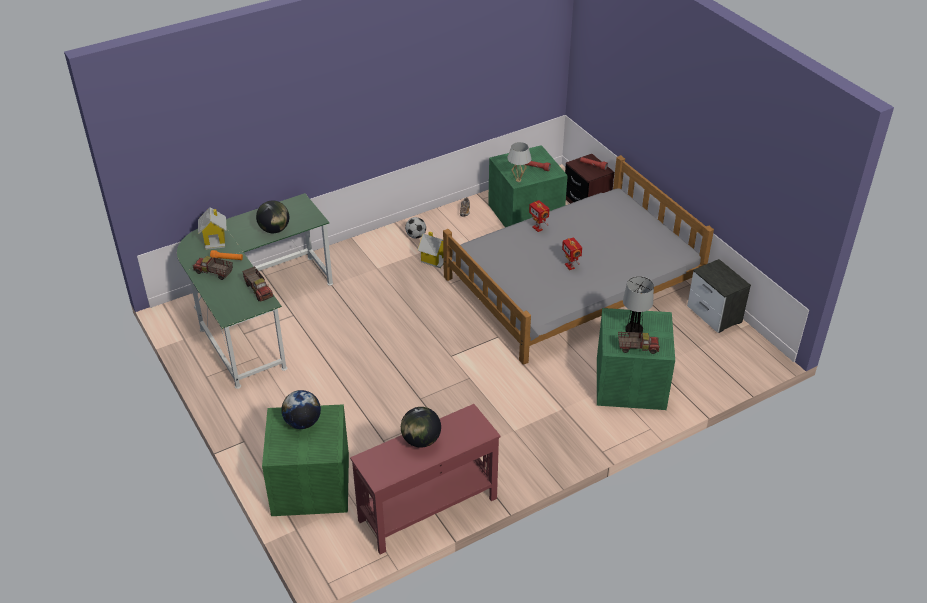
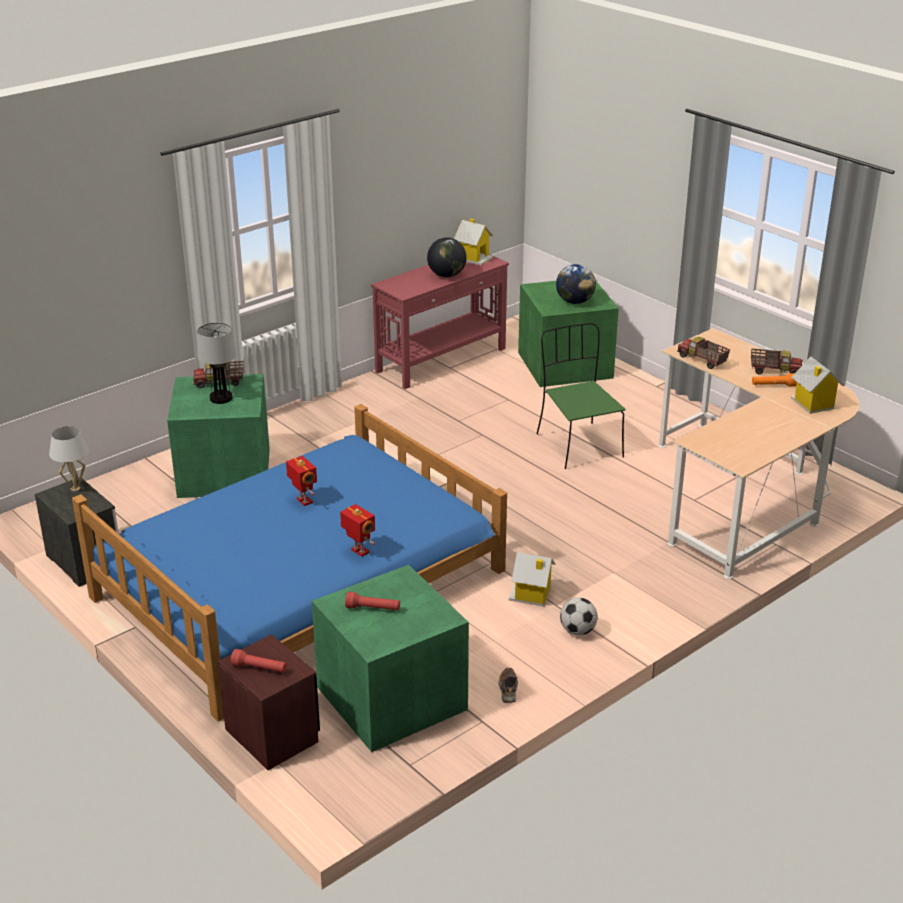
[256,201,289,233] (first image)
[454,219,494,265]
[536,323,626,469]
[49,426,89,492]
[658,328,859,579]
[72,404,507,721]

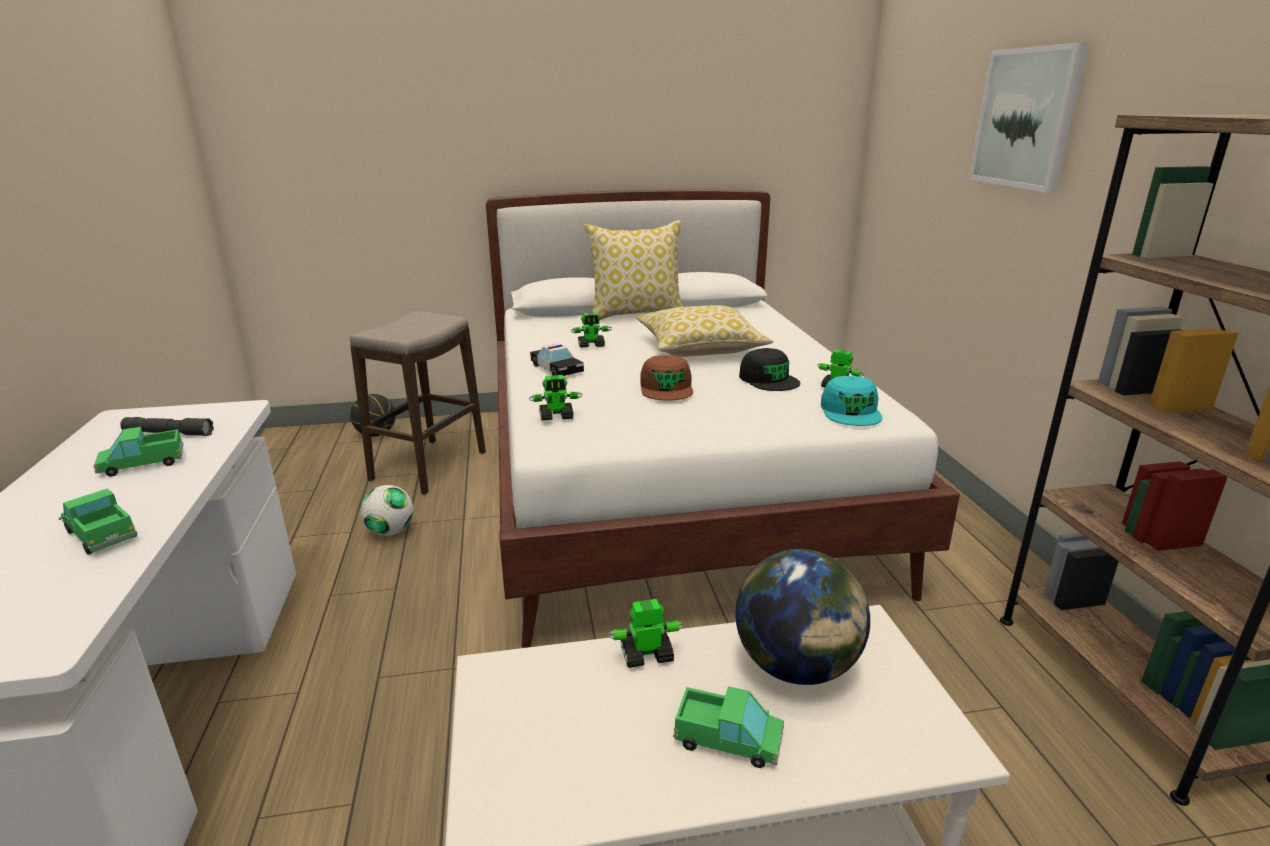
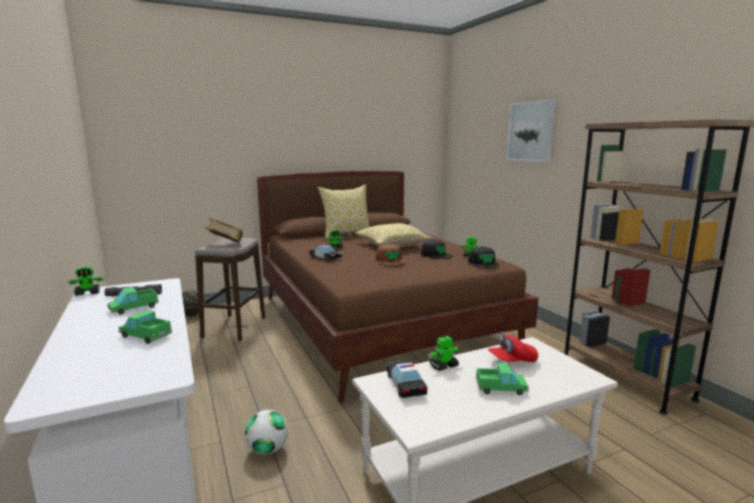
[205,217,243,243]
[386,360,428,398]
[245,410,288,455]
[67,266,105,296]
[488,332,538,362]
[257,171,539,403]
[468,247,500,268]

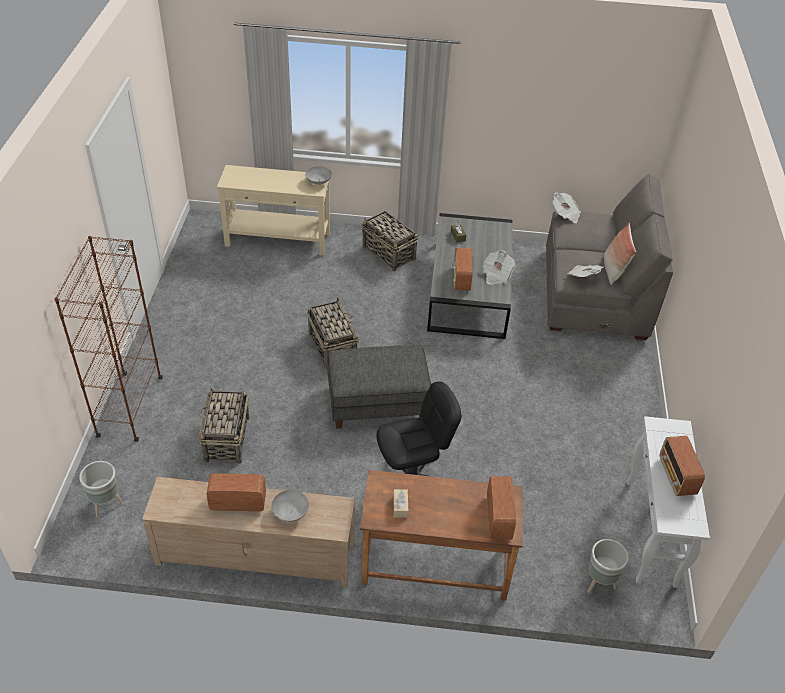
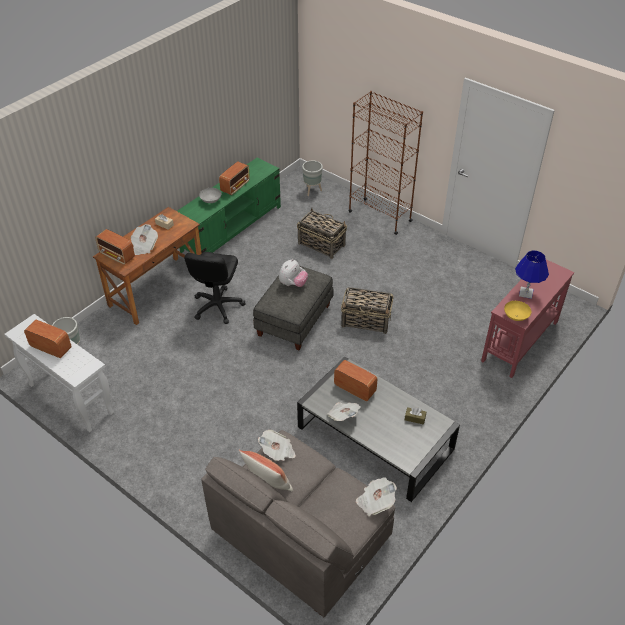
[361,211,418,271] (first image)
[131,224,158,255]
[279,259,308,287]
[515,251,549,299]
[177,158,281,254]
[481,259,574,378]
[504,301,531,321]

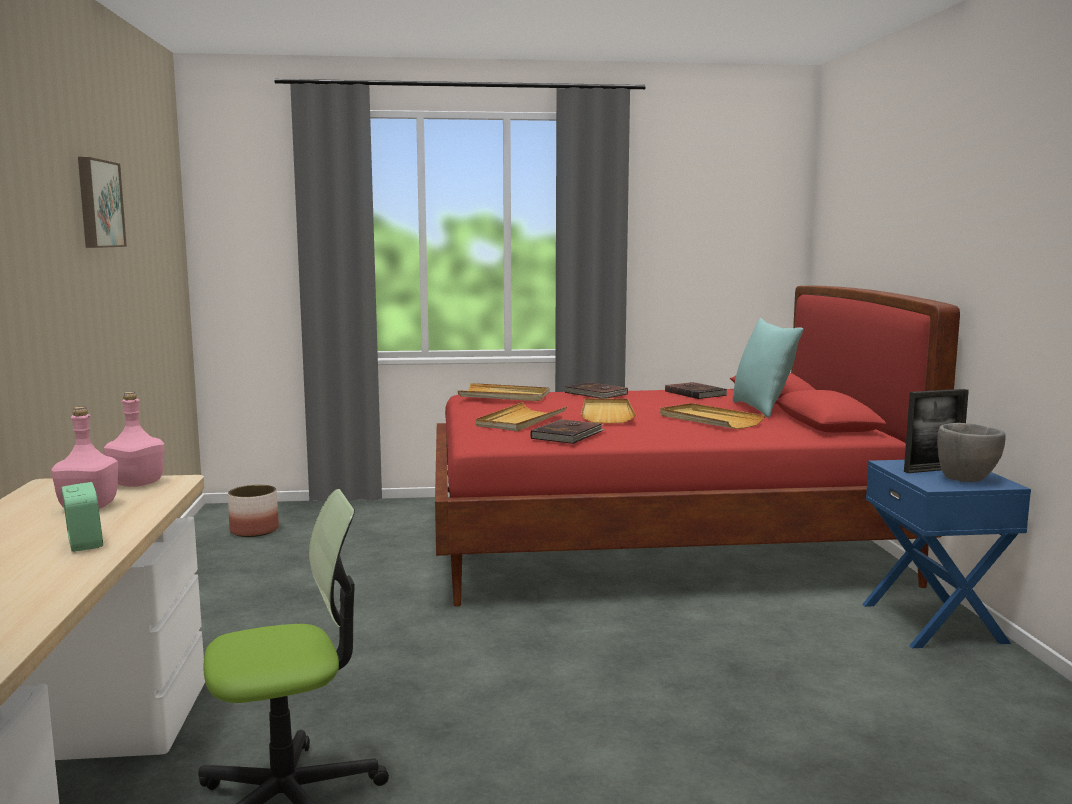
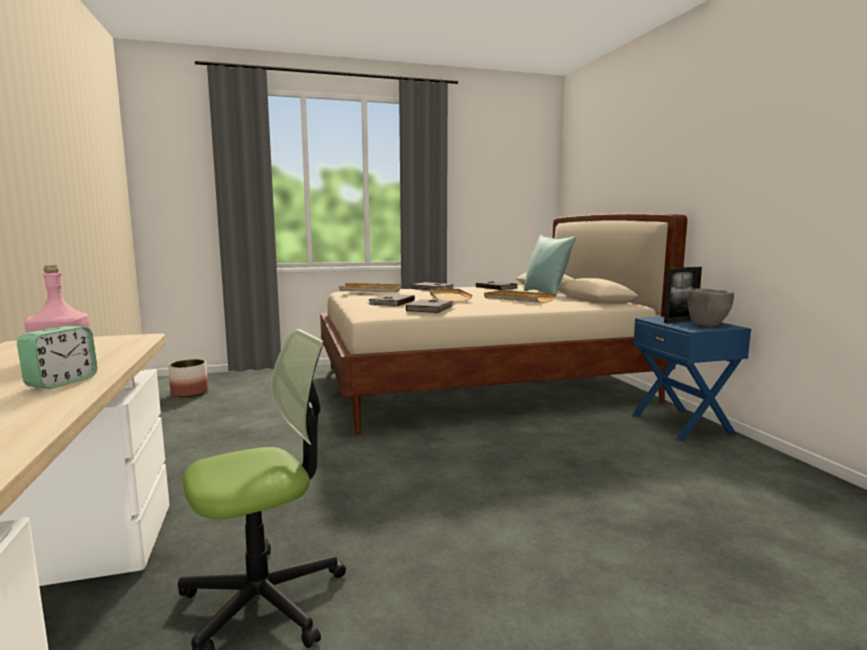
[78,157,127,248] (first image)
[104,392,164,487] (first image)
[367,294,415,306]
[320,214,687,435]
[17,326,97,389]

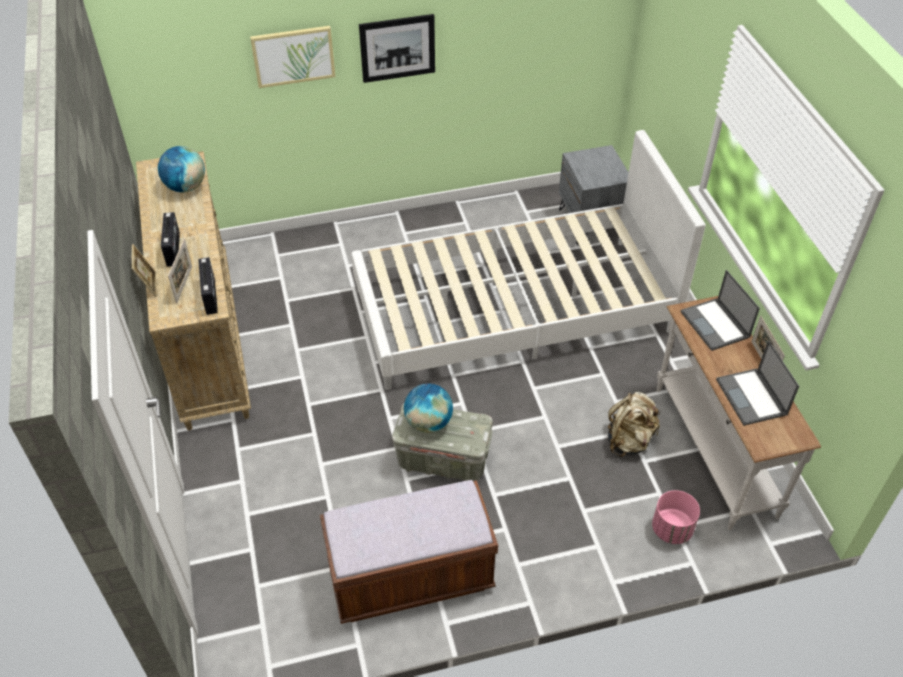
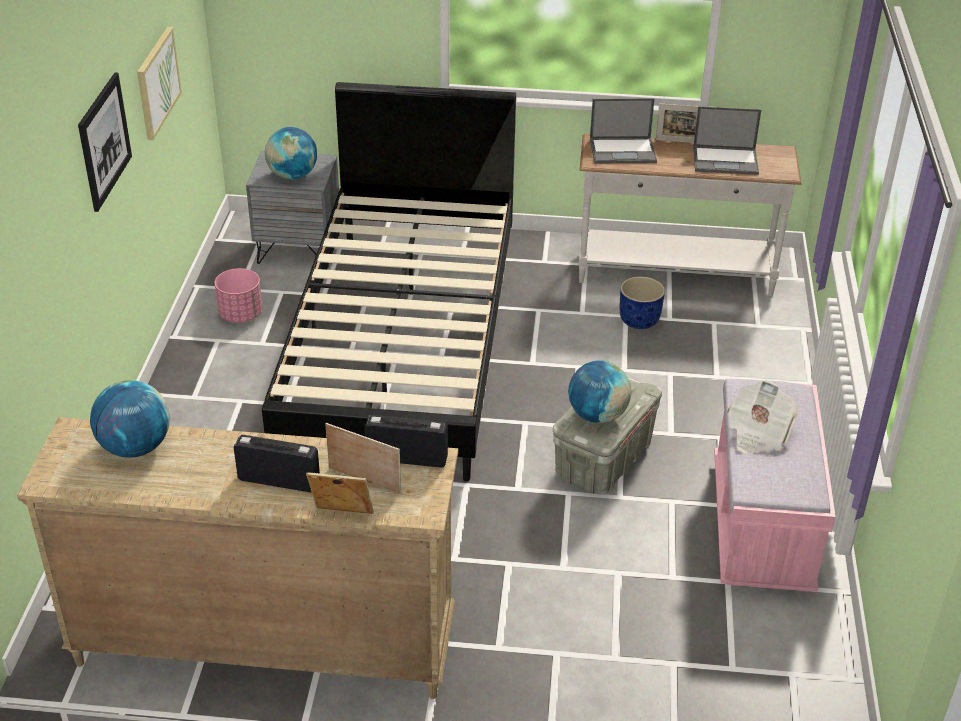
[265,127,317,180]
[728,380,798,453]
[137,27,182,140]
[215,268,263,323]
[620,277,665,329]
[714,378,836,592]
[262,82,516,482]

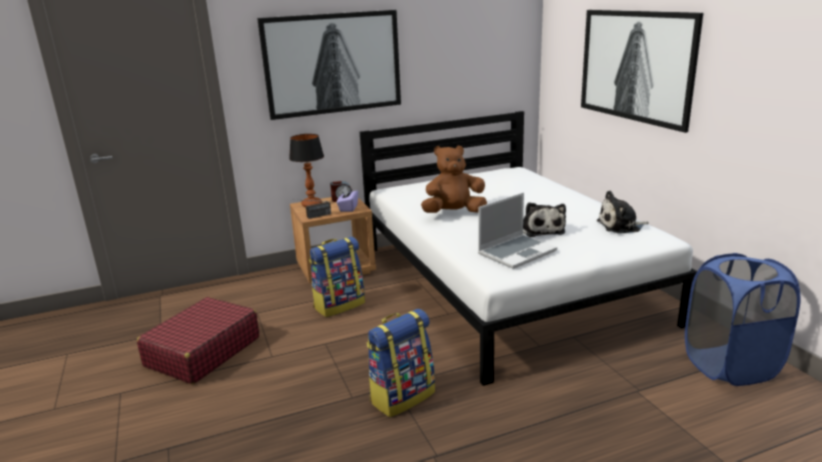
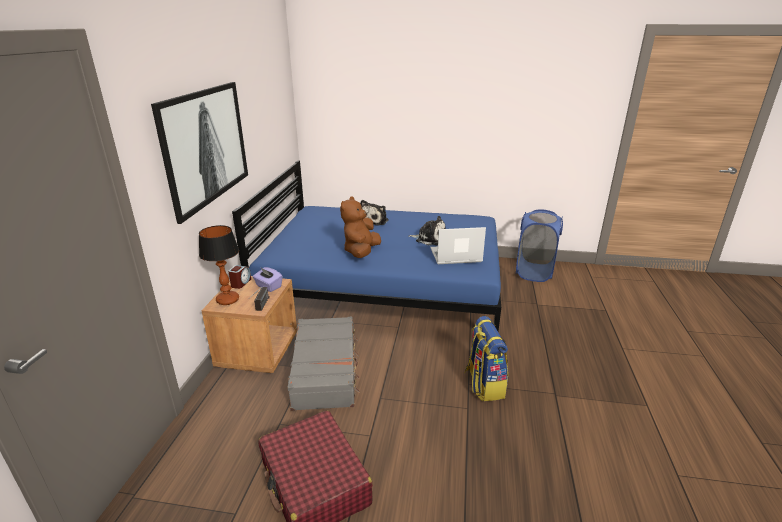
[581,10,703,133] (first image)
[360,200,389,226]
[287,317,360,411]
[232,160,501,331]
[431,227,486,264]

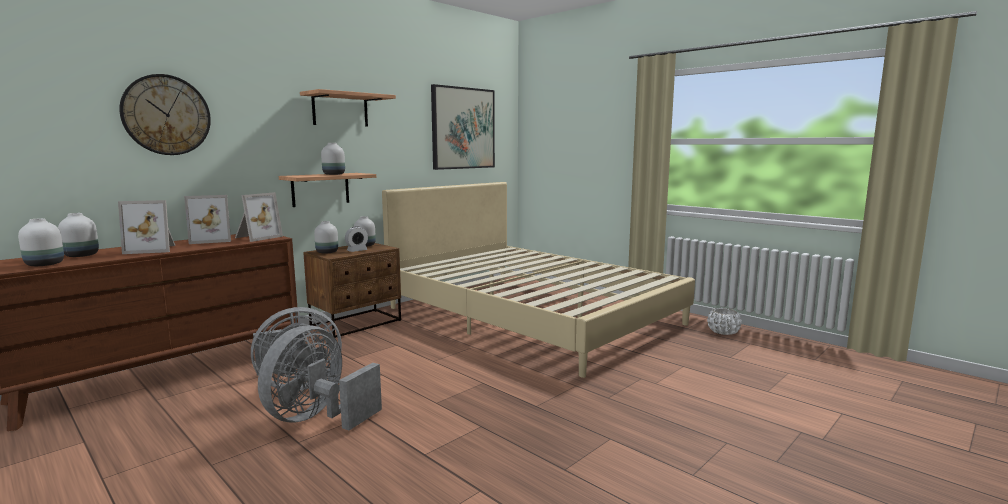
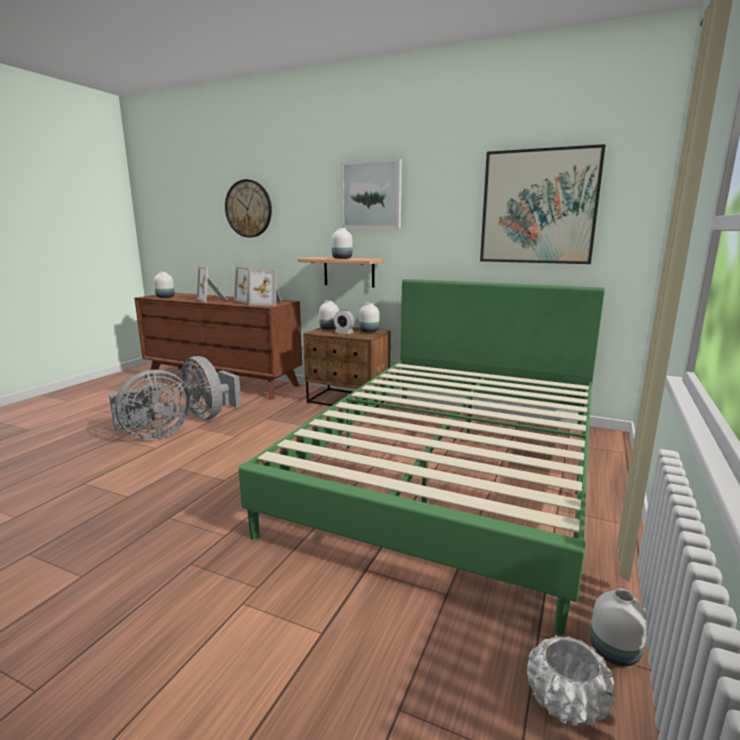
[590,589,647,666]
[341,159,402,228]
[239,279,605,635]
[109,370,191,440]

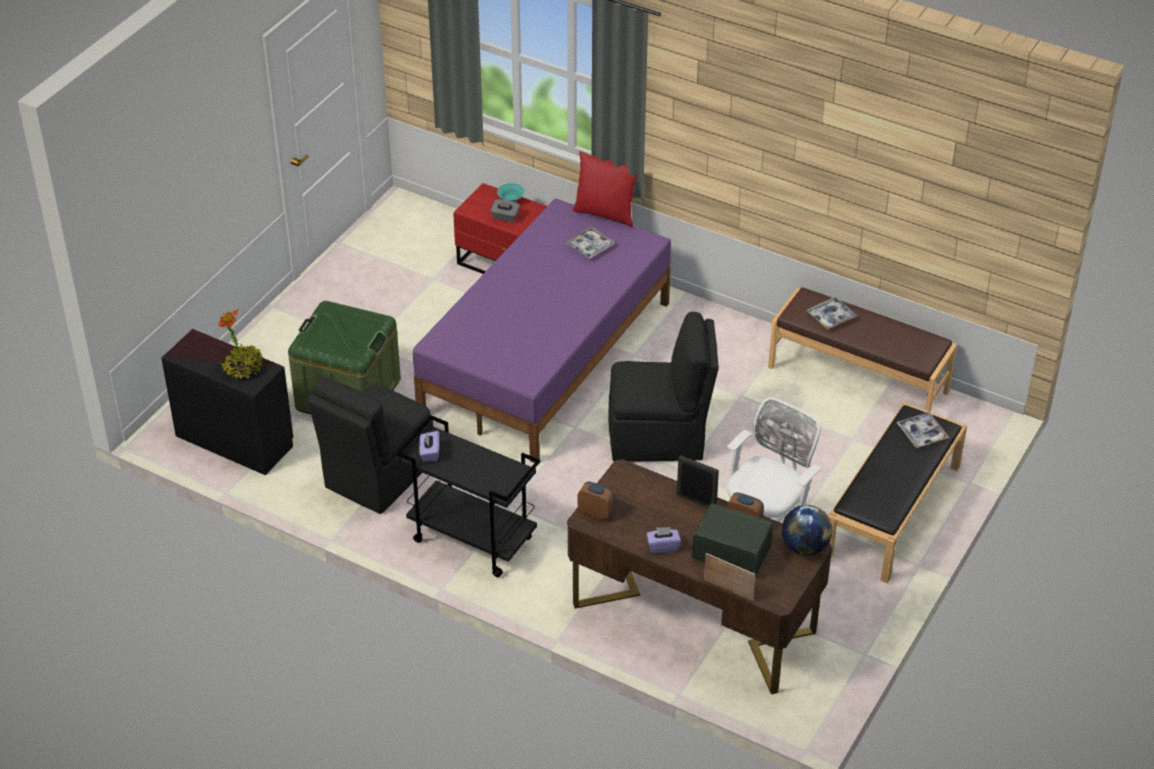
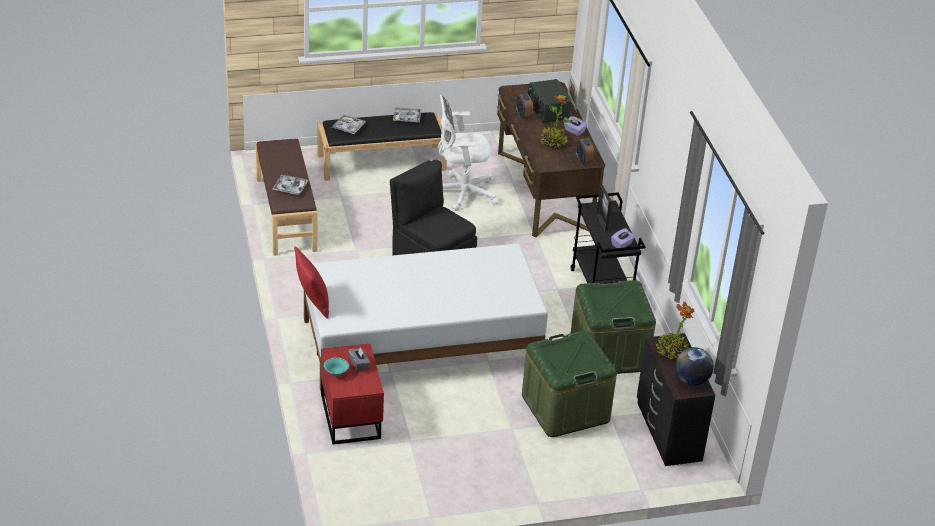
[541,95,572,148]
[393,108,422,123]
[596,185,612,232]
[675,347,714,386]
[571,280,656,374]
[304,244,548,391]

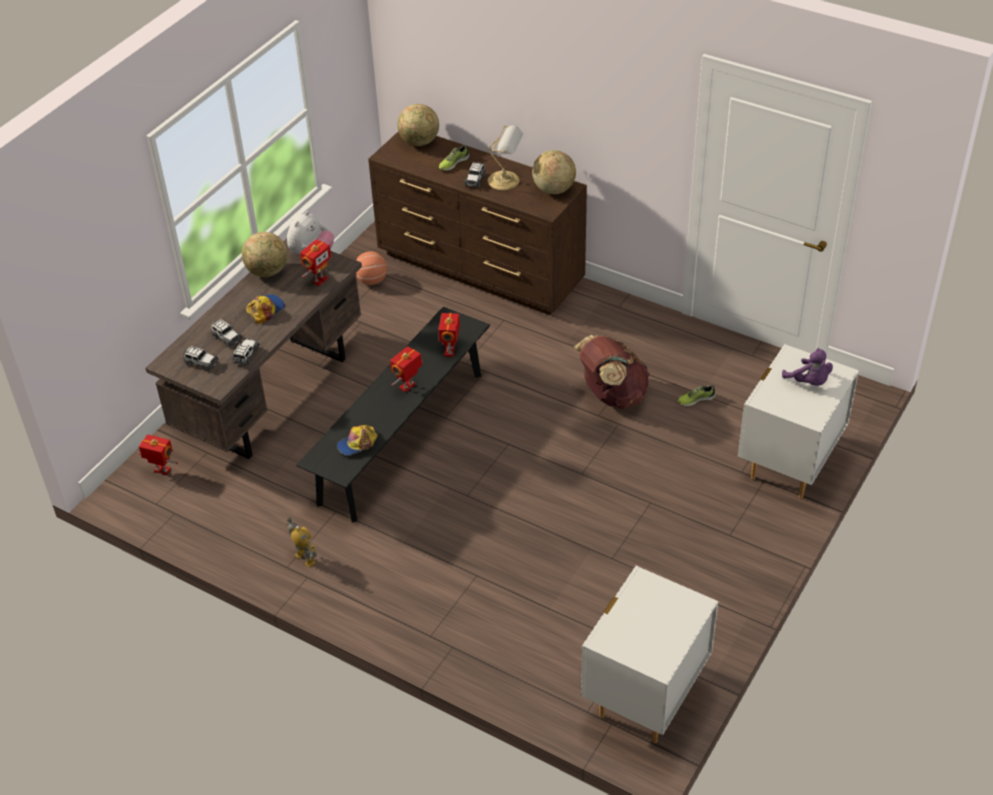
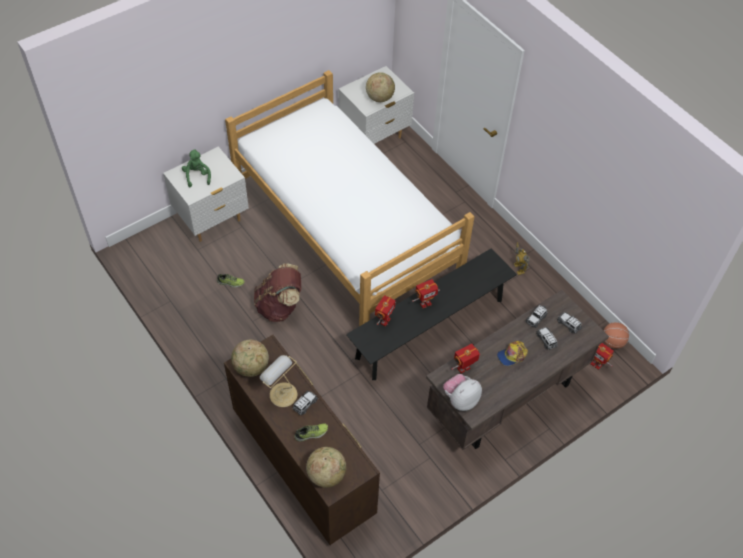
[337,425,378,455] (first image)
[225,70,475,326]
[366,72,395,102]
[604,322,629,349]
[182,149,211,187]

